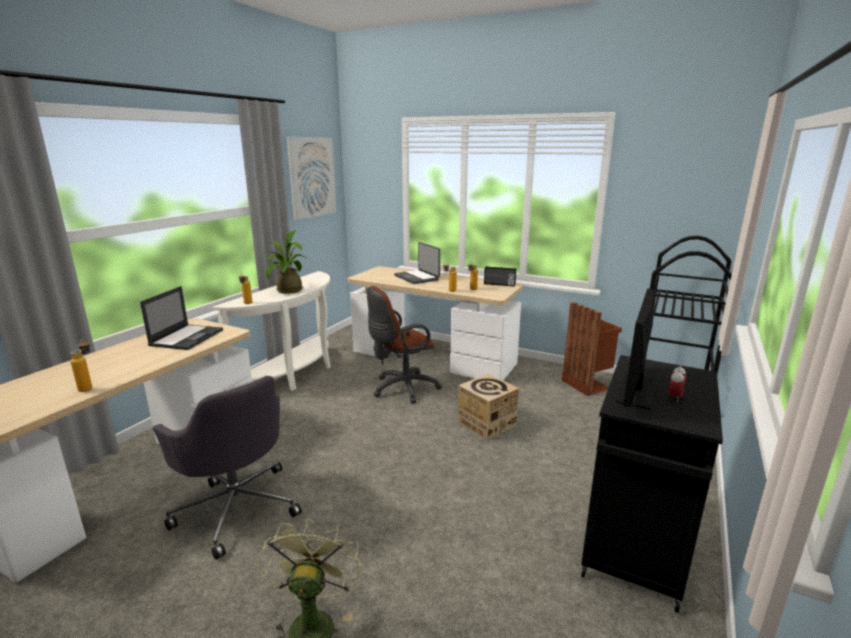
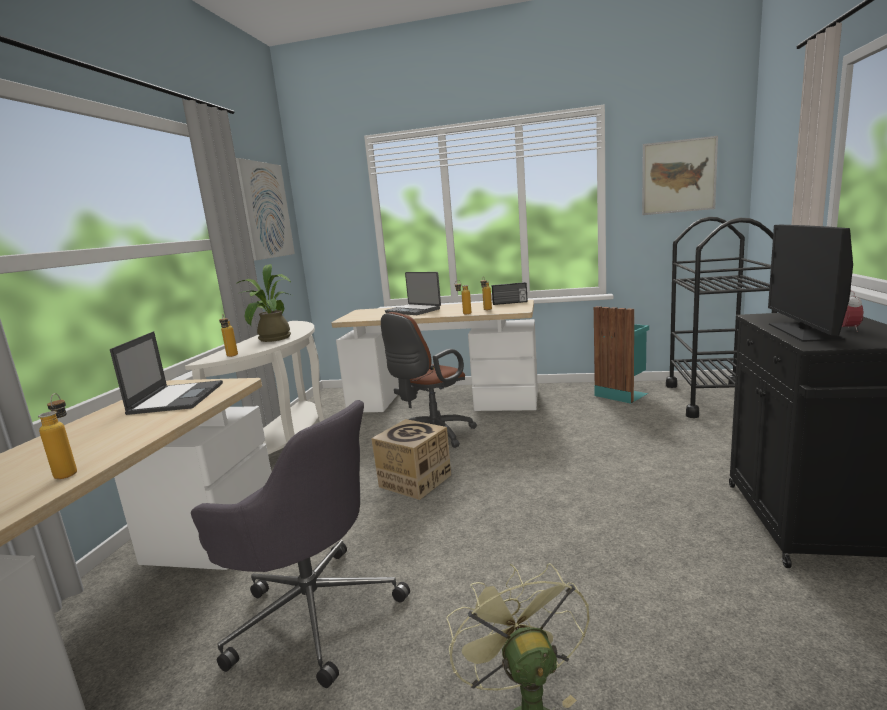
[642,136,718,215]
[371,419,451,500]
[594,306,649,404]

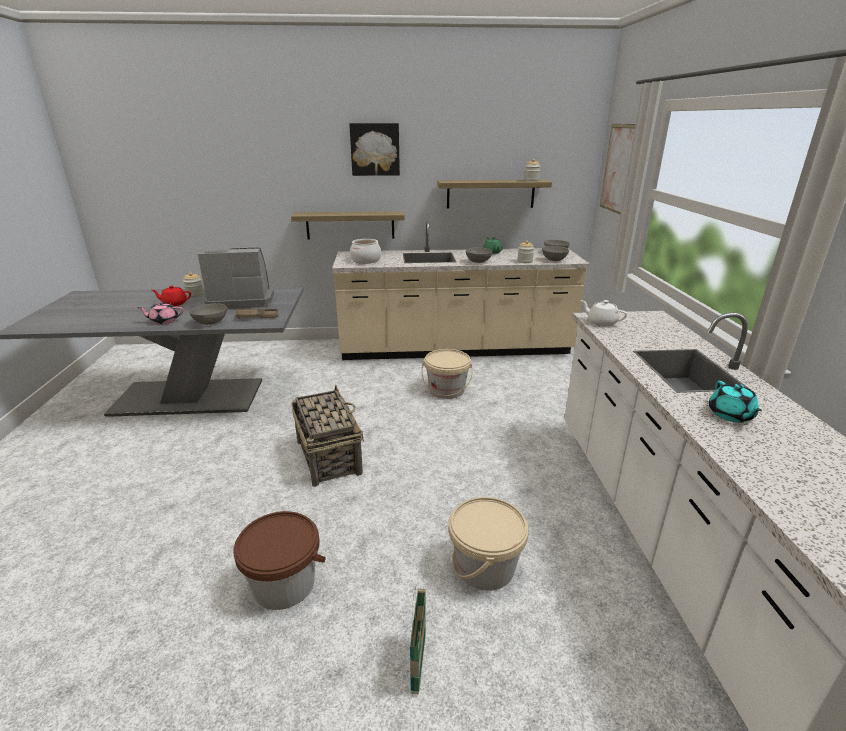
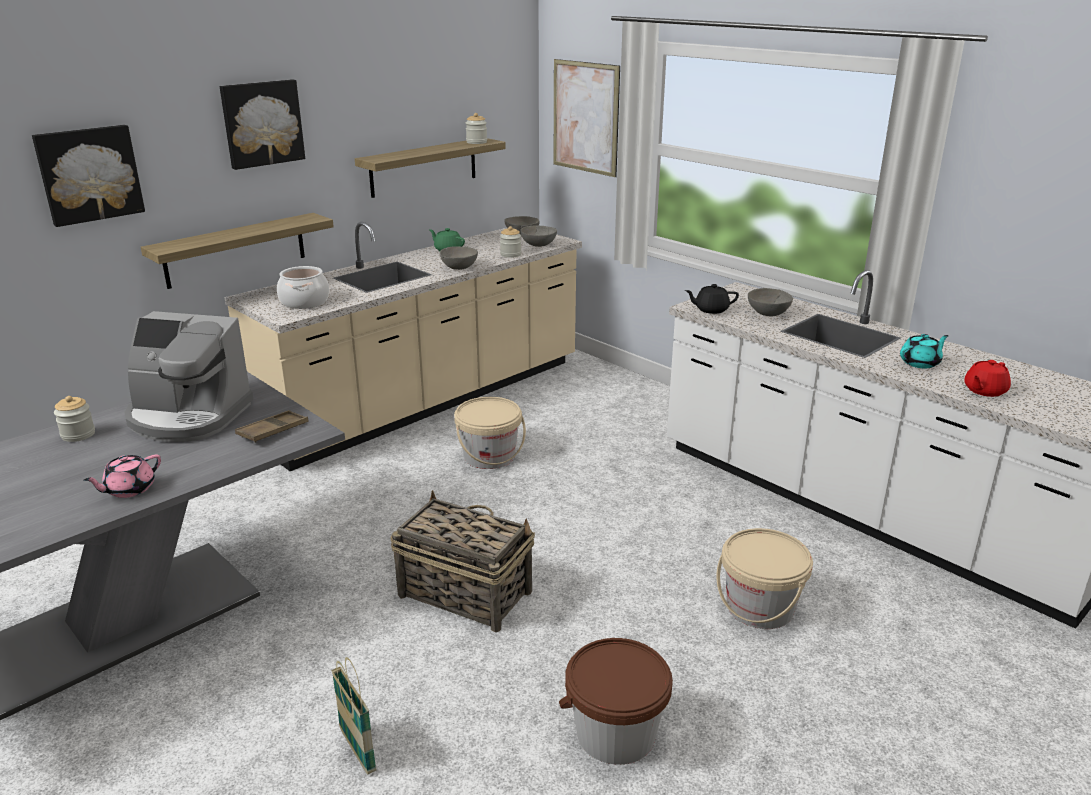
[32,125,145,227]
[964,360,1011,397]
[748,288,793,316]
[331,657,376,774]
[685,284,739,314]
[124,311,253,442]
[900,334,949,368]

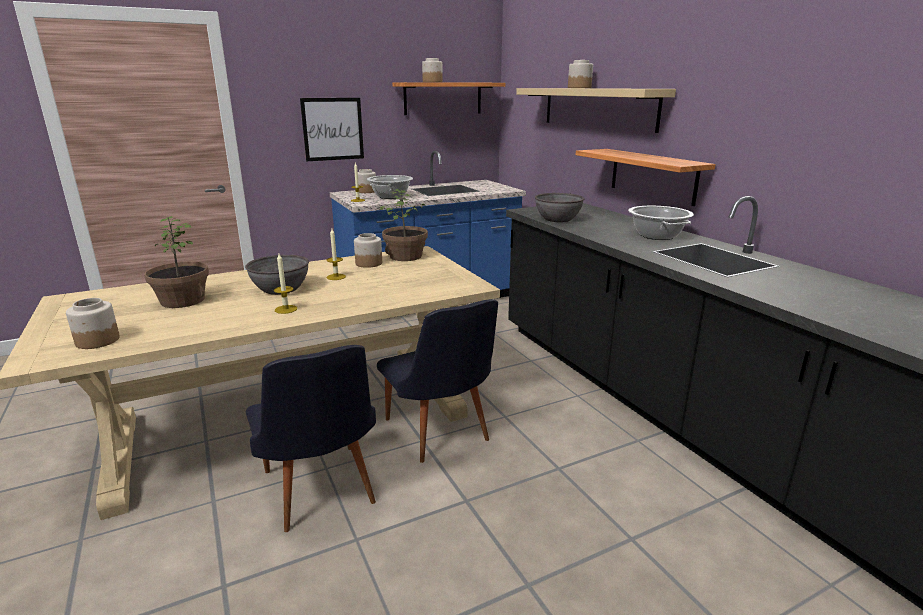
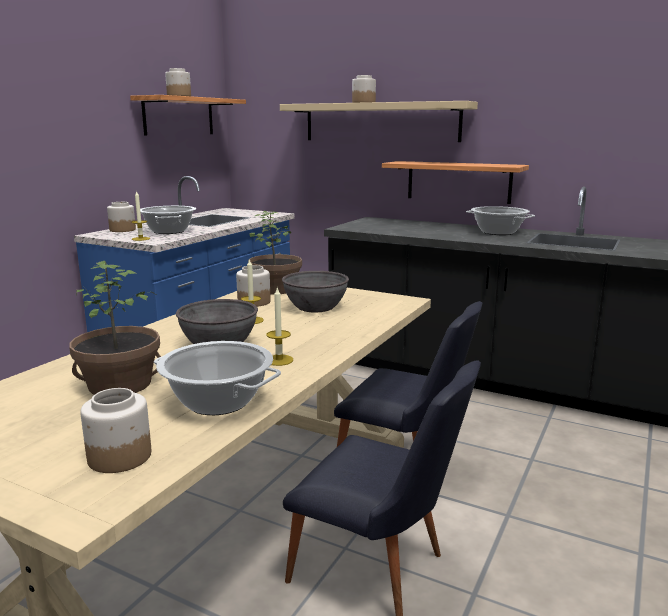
[300,98,364,161] (first image)
[154,341,281,415]
[282,271,349,312]

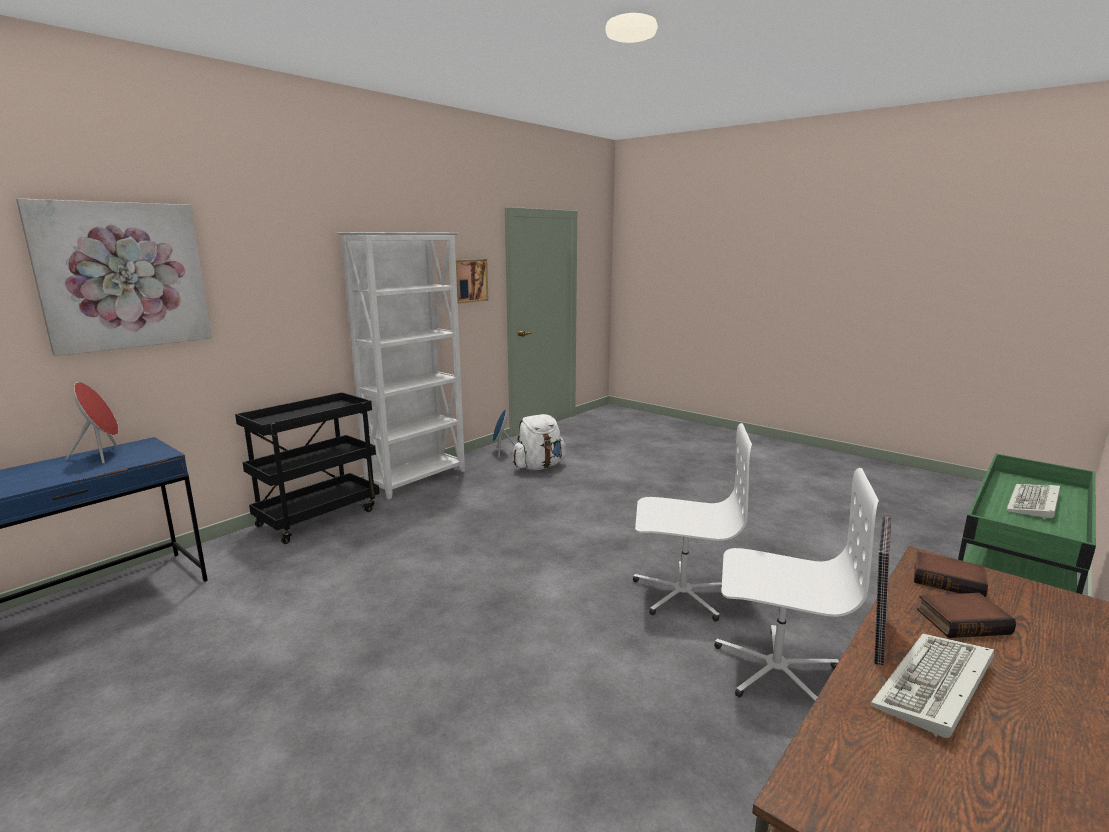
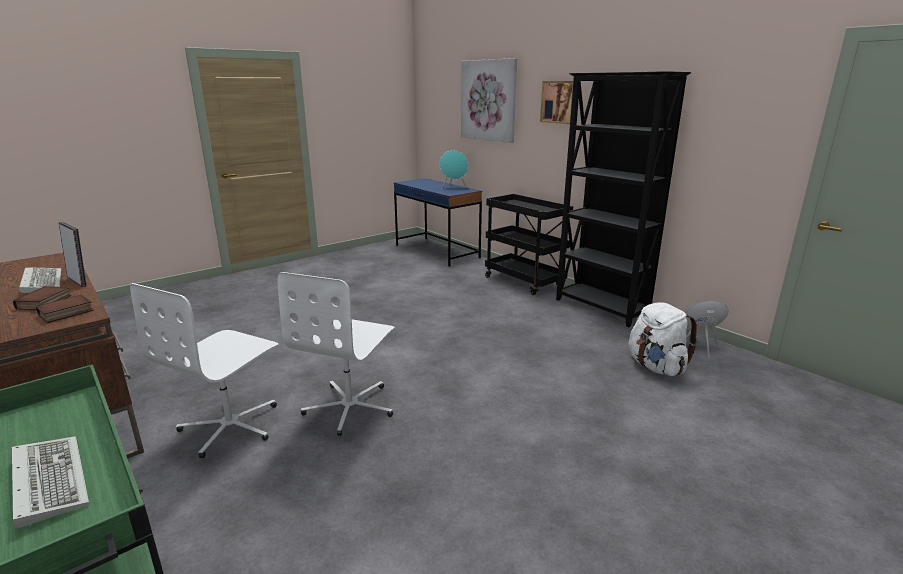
[540,81,573,124]
[440,150,468,189]
[556,71,691,327]

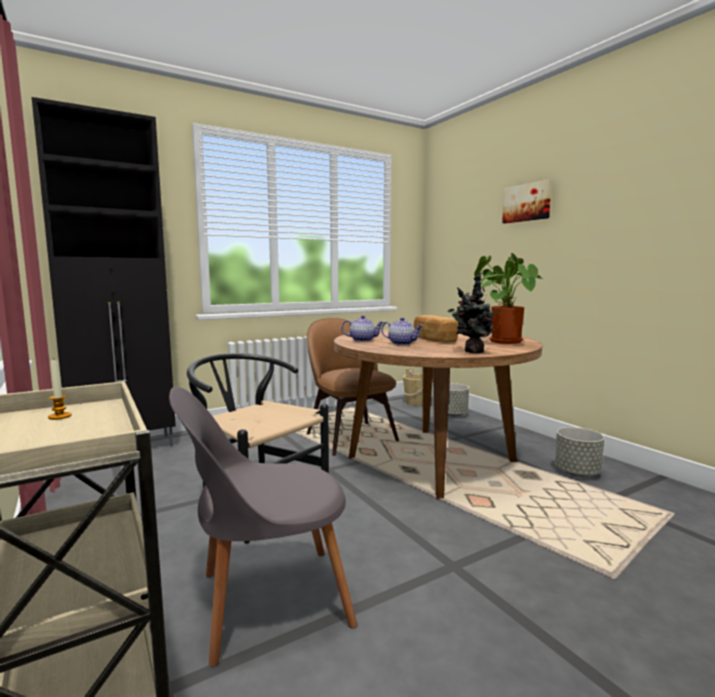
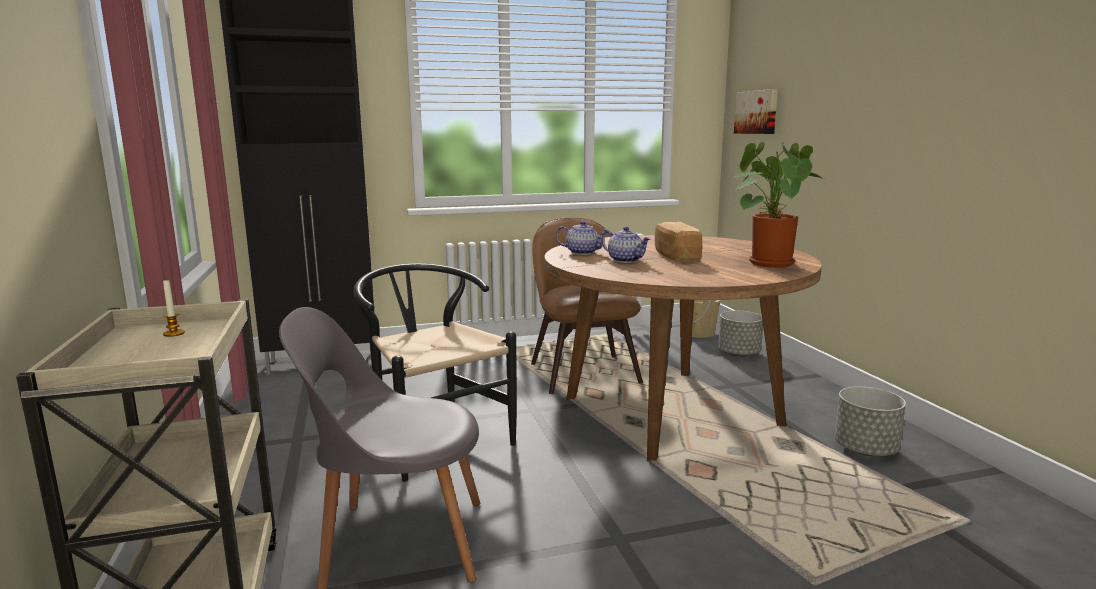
[448,272,501,353] (first image)
[734,89,778,134]

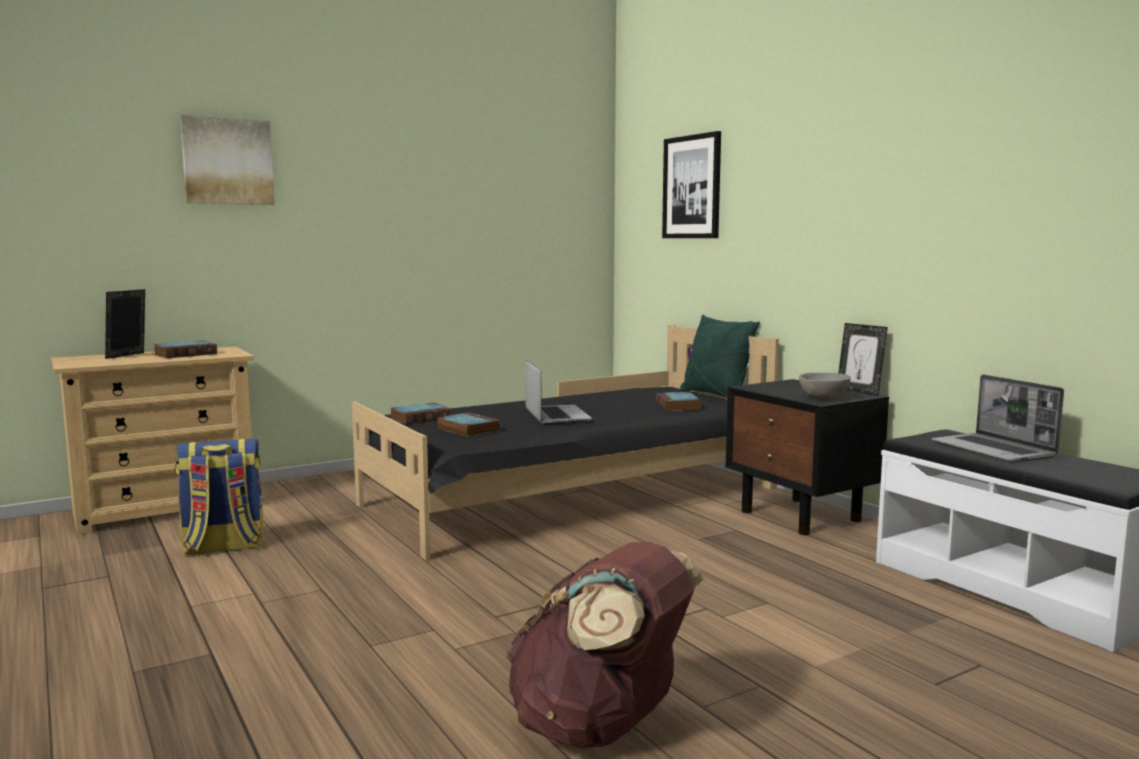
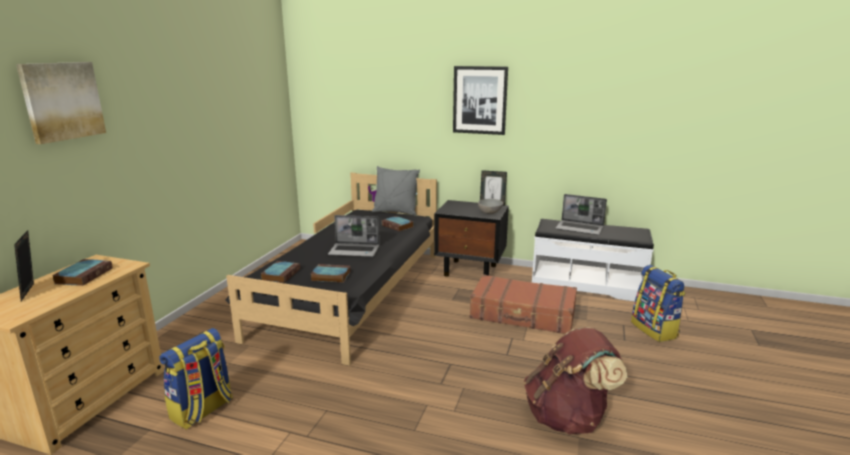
[470,274,577,334]
[631,265,685,342]
[453,66,508,135]
[372,166,420,215]
[328,215,380,257]

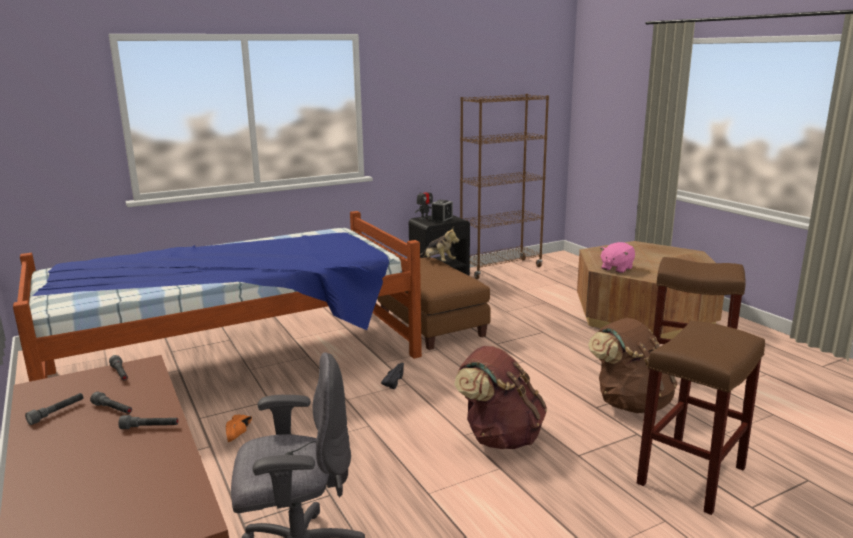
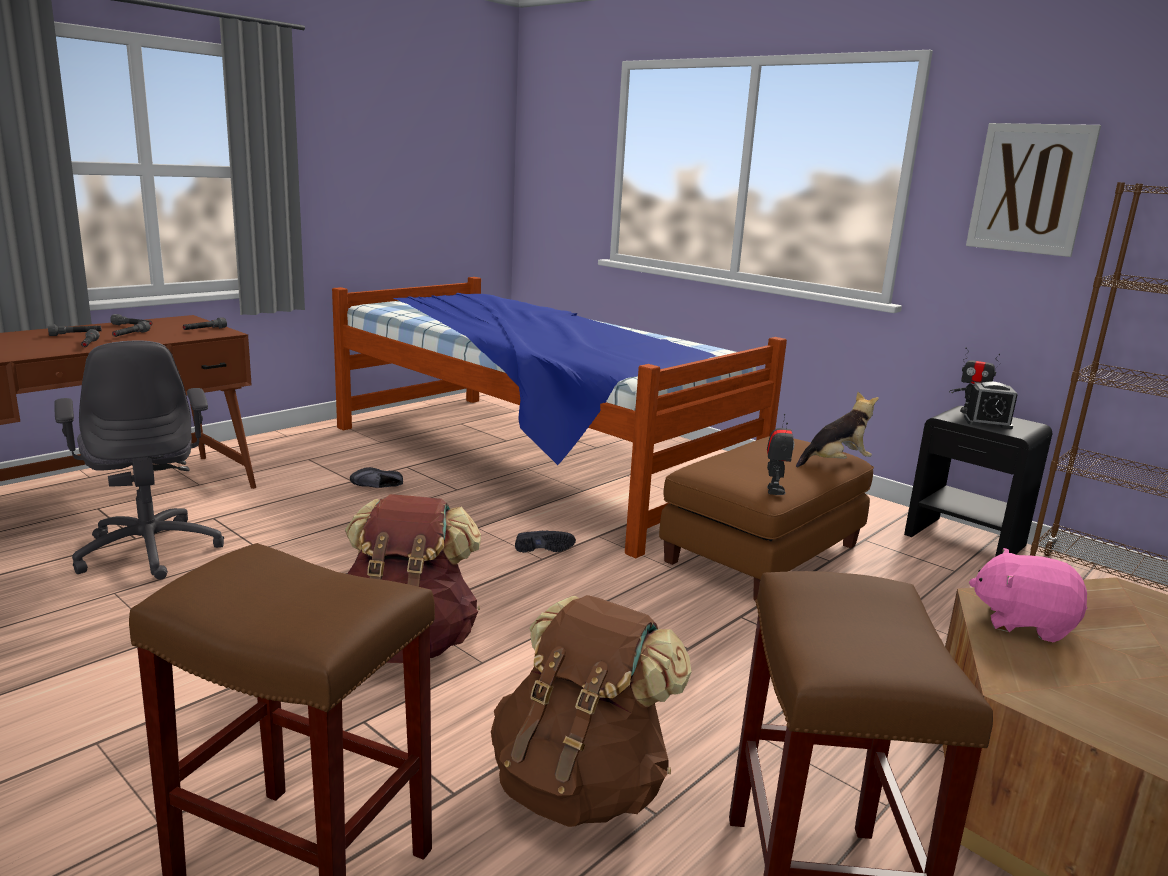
[48,324,101,336]
[767,414,794,495]
[966,123,1101,257]
[350,467,403,488]
[796,392,879,467]

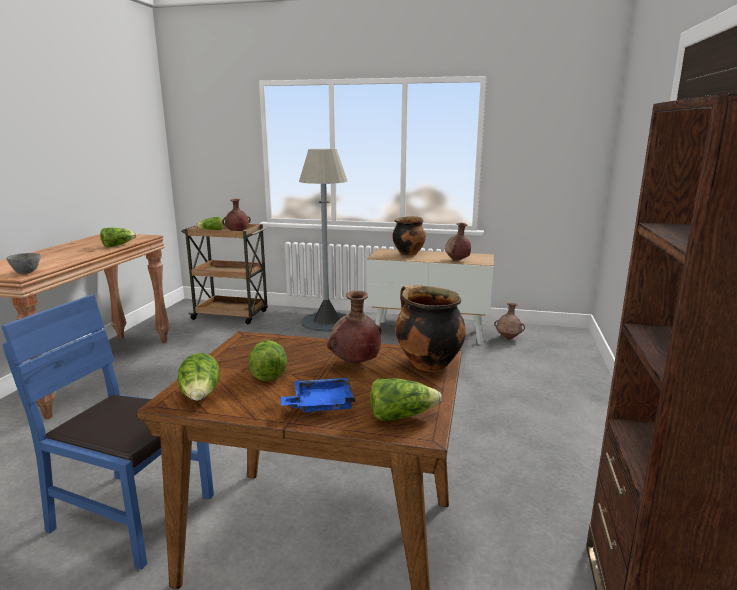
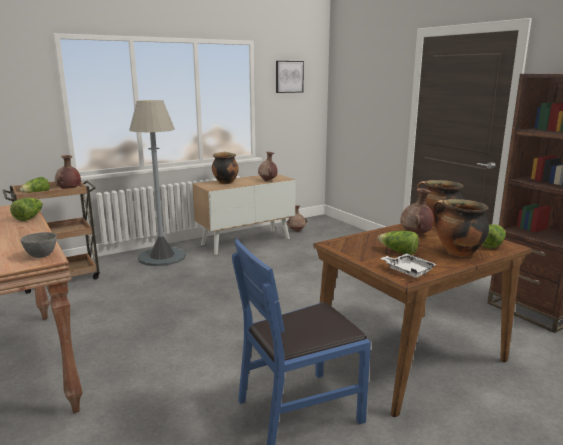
[276,61,304,93]
[380,253,437,278]
[433,199,489,257]

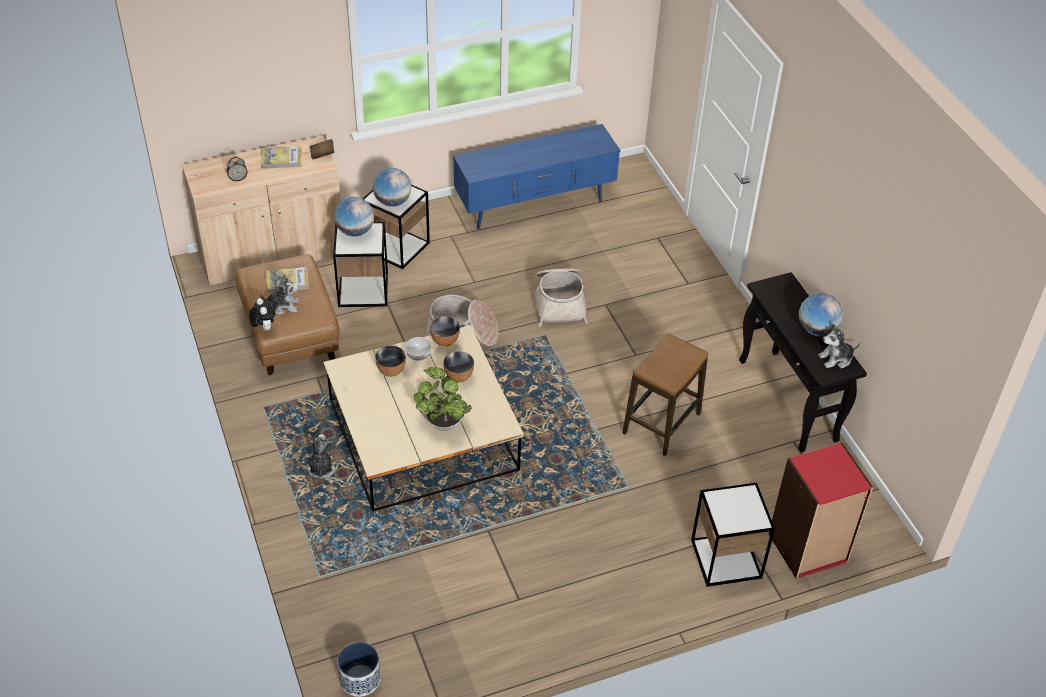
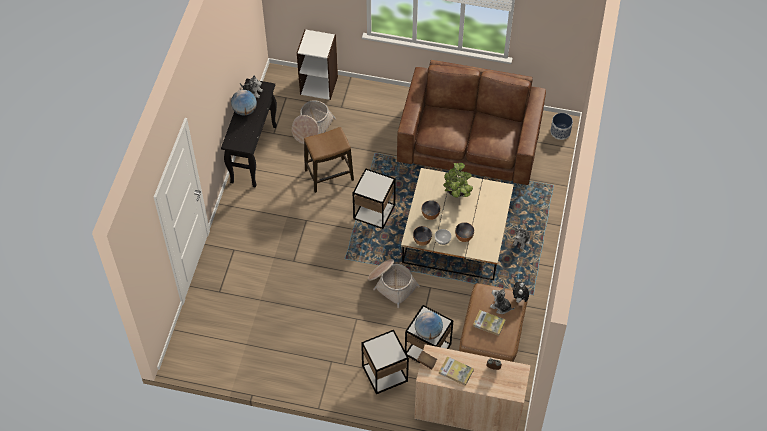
[373,168,411,207] (first image)
[453,124,621,230] (first image)
[397,60,546,185]
[292,100,336,144]
[353,168,396,229]
[297,29,338,100]

